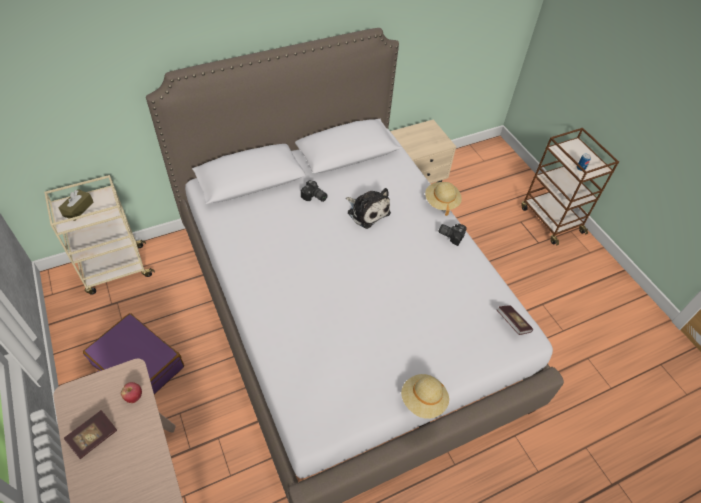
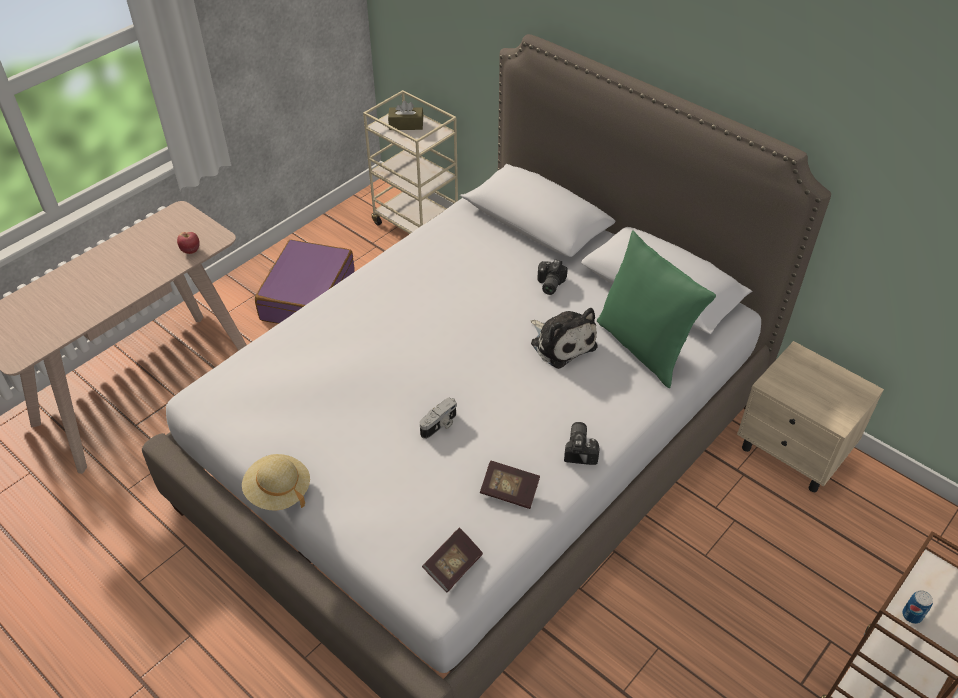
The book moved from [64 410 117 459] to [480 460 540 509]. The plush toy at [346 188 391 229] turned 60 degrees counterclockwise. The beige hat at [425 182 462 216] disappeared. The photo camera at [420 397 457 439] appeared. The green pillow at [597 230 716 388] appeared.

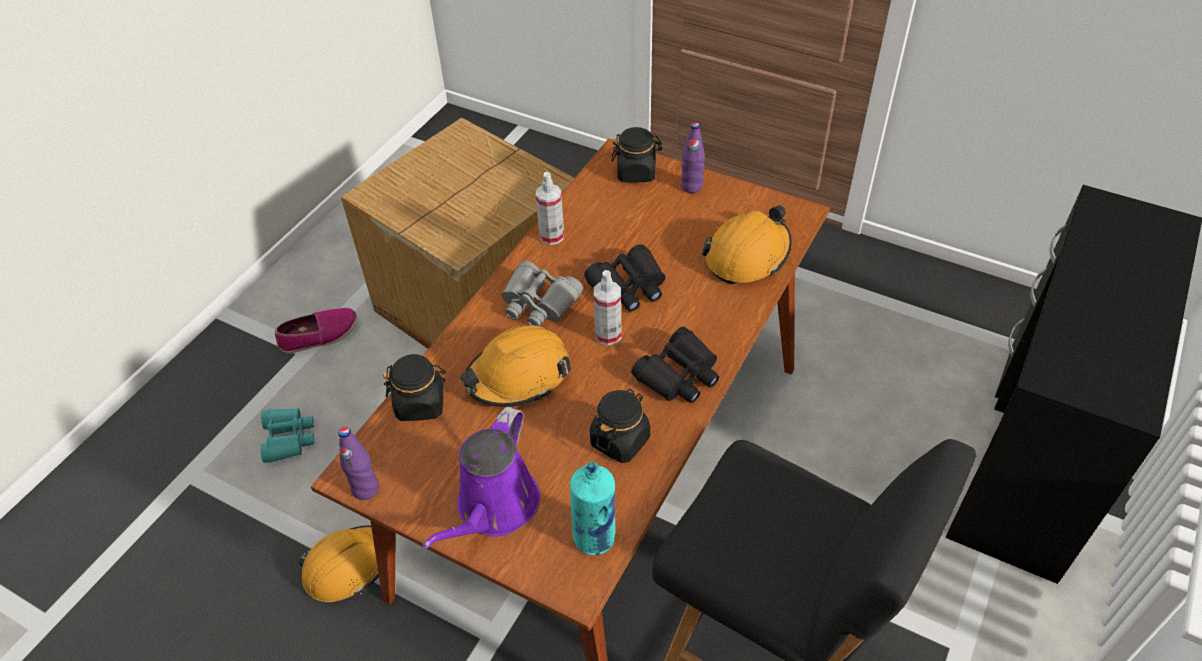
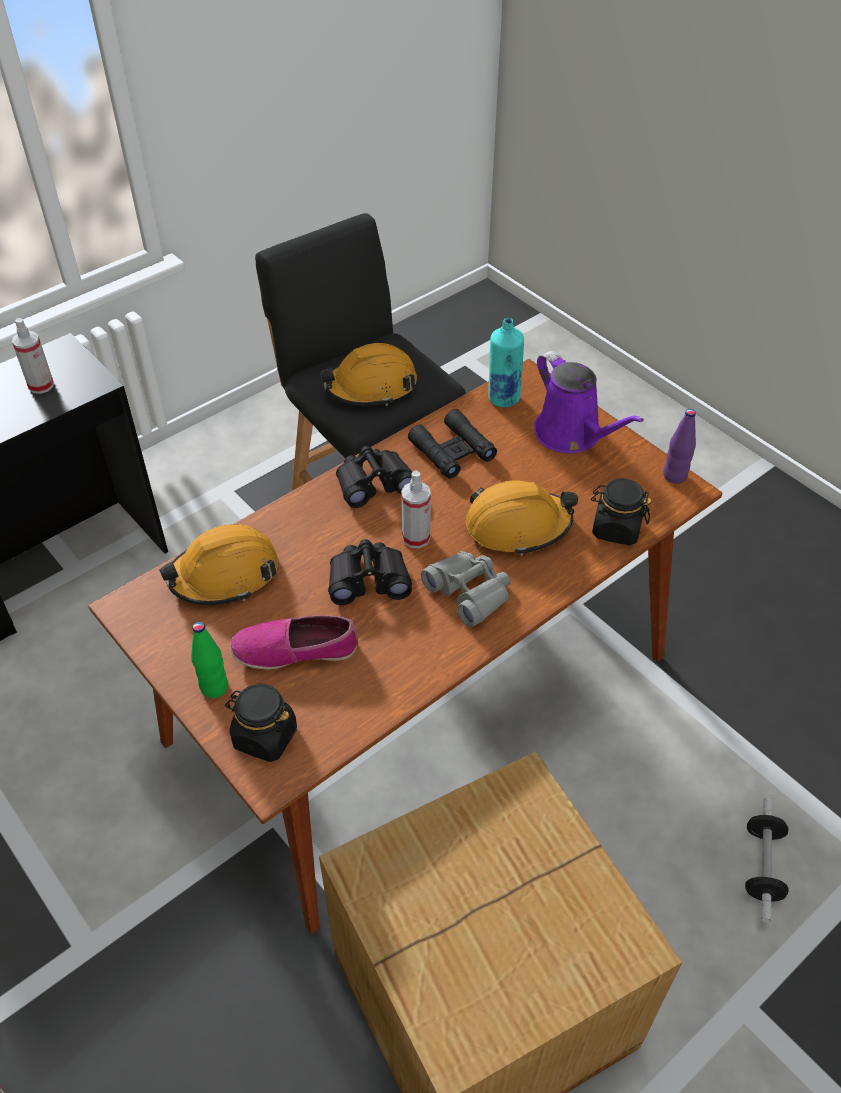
The turquoise binoculars at [261 408 315 463] was replaced by the dumbbell at [745 797 789 923]. The shoe moved from [274 308 357 354] to [230 616 359 670]. The orange hard hat moved from [299 525 379 602] to [320 343 417 406]. The purple watering can at [422 407 540 549] turned 105 degrees clockwise. The spray bottle moved from [536 172 564 245] to [12 318 54 394]. The black jar at [590 389 650 463] was replaced by the black binoculars at [408 409 497 479]. The purple bottle at [681 122 705 193] became the green bottle at [191 622 228 698].

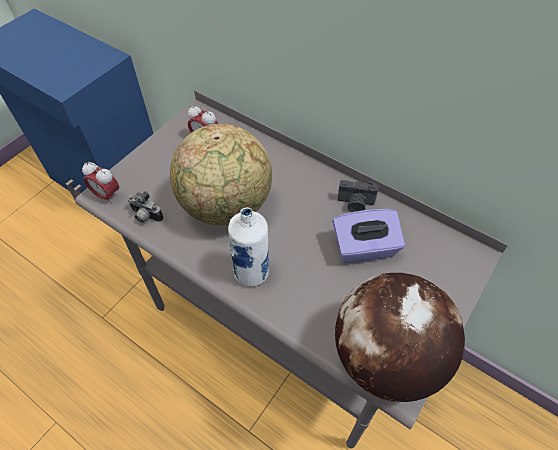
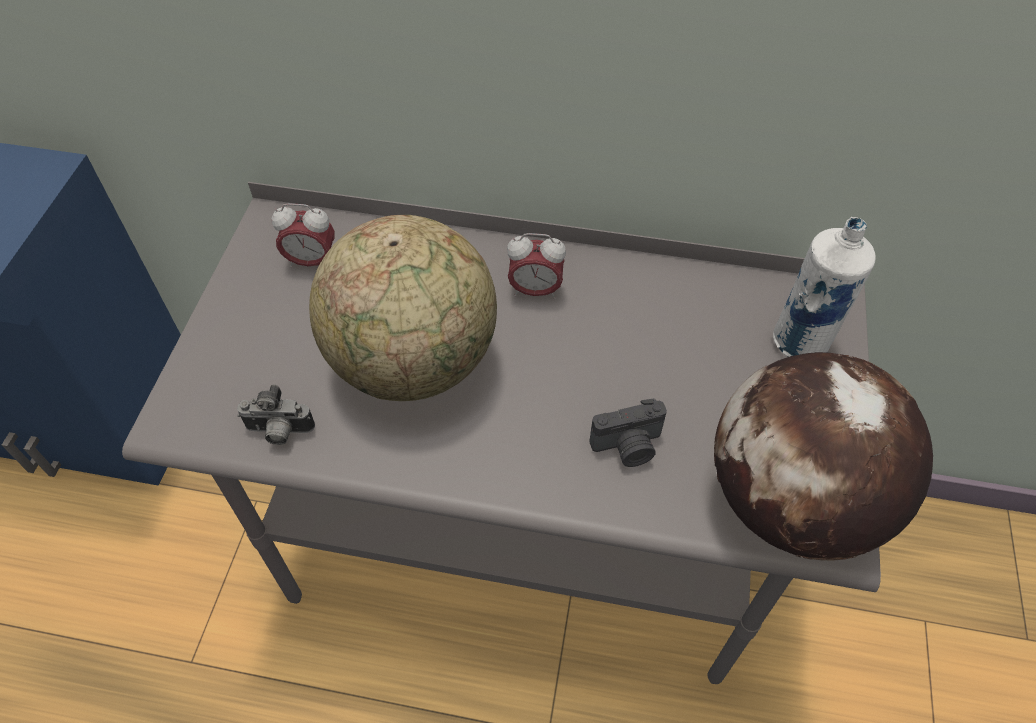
The alarm clock moved from [82 162 119 204] to [507 233 566 299]. The white bottle moved from [228 207 269 286] to [773 217 876 357]. The purple tissue box at [332 209 405 263] disappeared. The photo camera moved from [338 180 378 212] to [590 399 667 467].

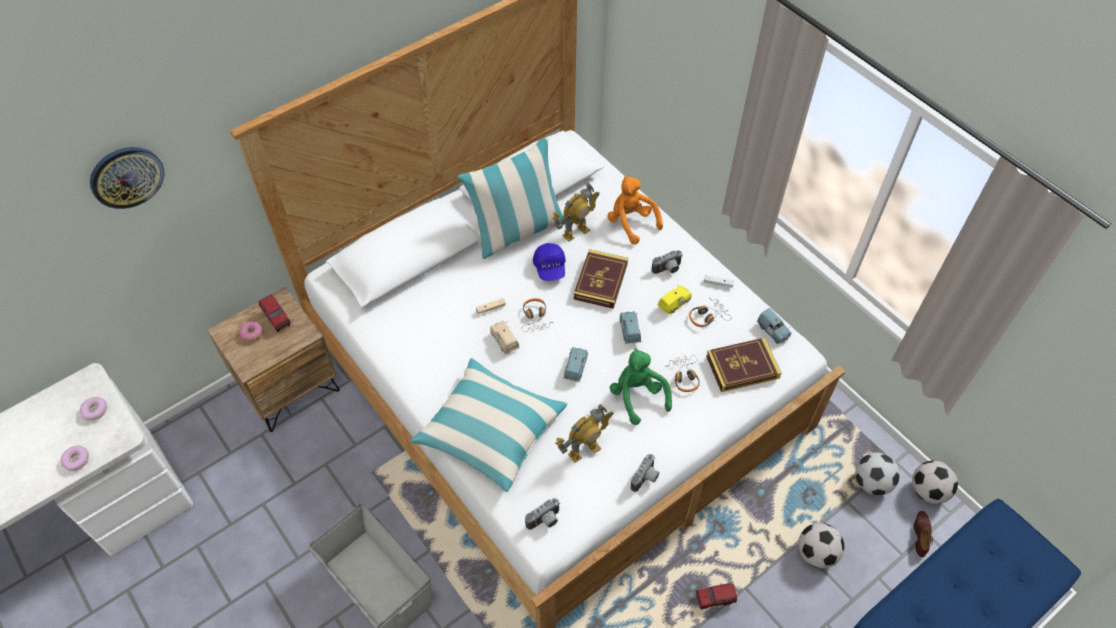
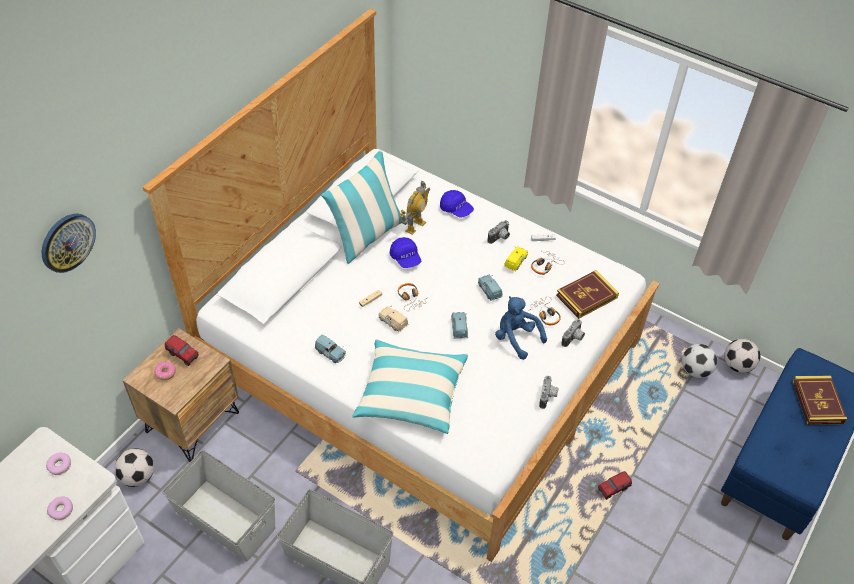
The photo camera moved from [525 498 560 530] to [562 319 585 347]. The toy robot at [555 404 614 463] disappeared. The book moved from [574 249 628 309] to [793 375 847 425]. The orange plush toy at [607 176 663 245] was replaced by the blue cap at [440 190 474 218]. The green plush toy at [610 348 672 425] became the blue plush toy at [495 296 547 360]. The blue toy car moved from [757 308 791 344] to [315 334 346 363]. The football moved from [798 523 844 568] to [115 448 154 487]. The brown shoe at [914 511 933 557] disappeared. The grey storage box at [162 450 275 562] appeared.

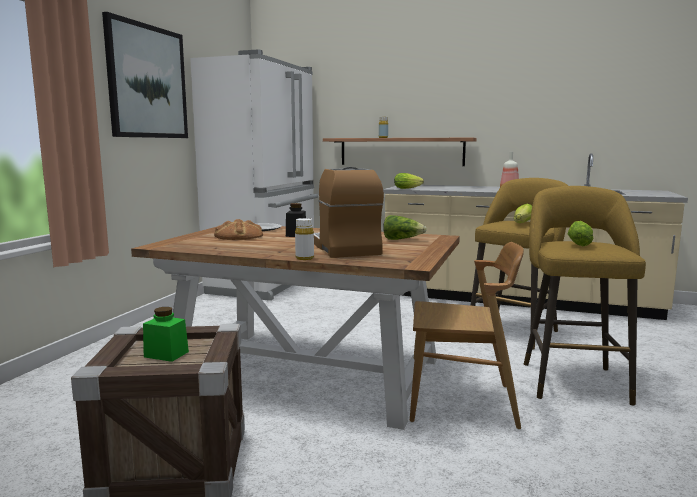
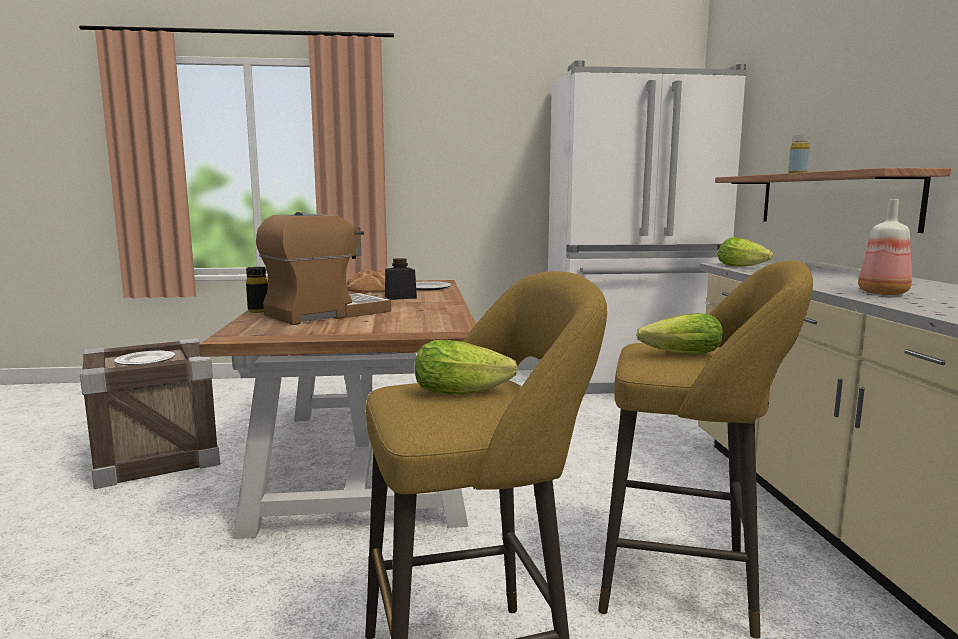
The picture at [102 12 188 138] disappeared. The green jar at [143 307 189 362] was replaced by the plate at [114 351 175 365]. The white bottle at [295 218 314 260] became the black bottle at [246 267 268 313]. The lettuce at [383 215 427 240] disappeared. The brown chair at [410 242 524 429] disappeared.

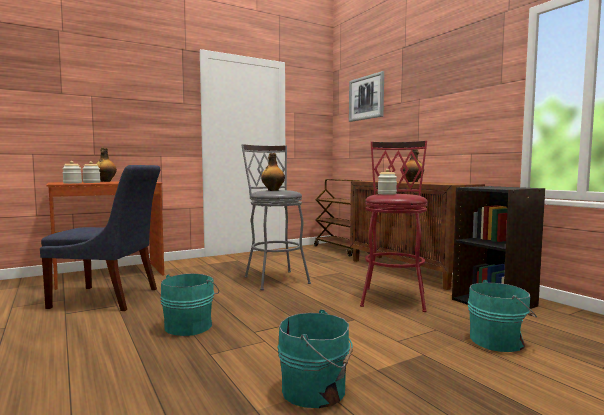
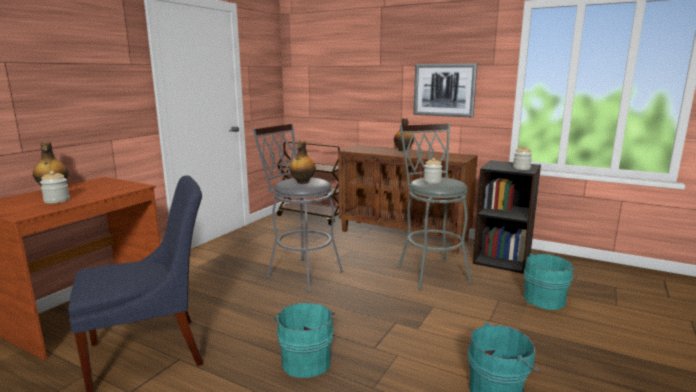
The jar moved from [62 161 82 184] to [513 146 532 170]. The picture moved from [349 71 384 122] to [413 63 477 117]. The red stool at [360 141 428 312] became the grey stool at [398 124 472 290].

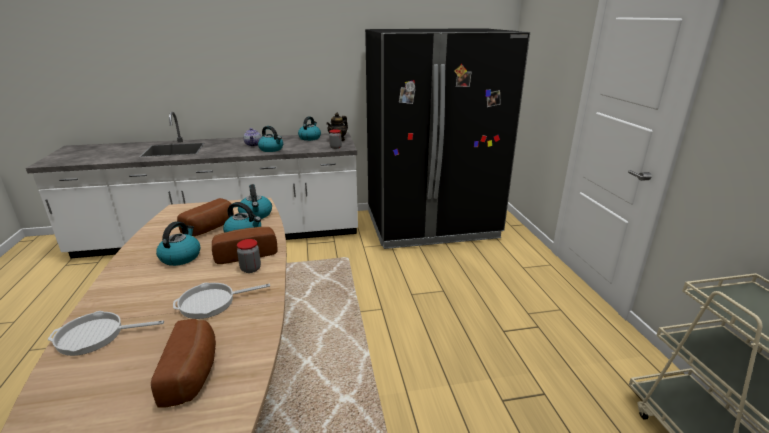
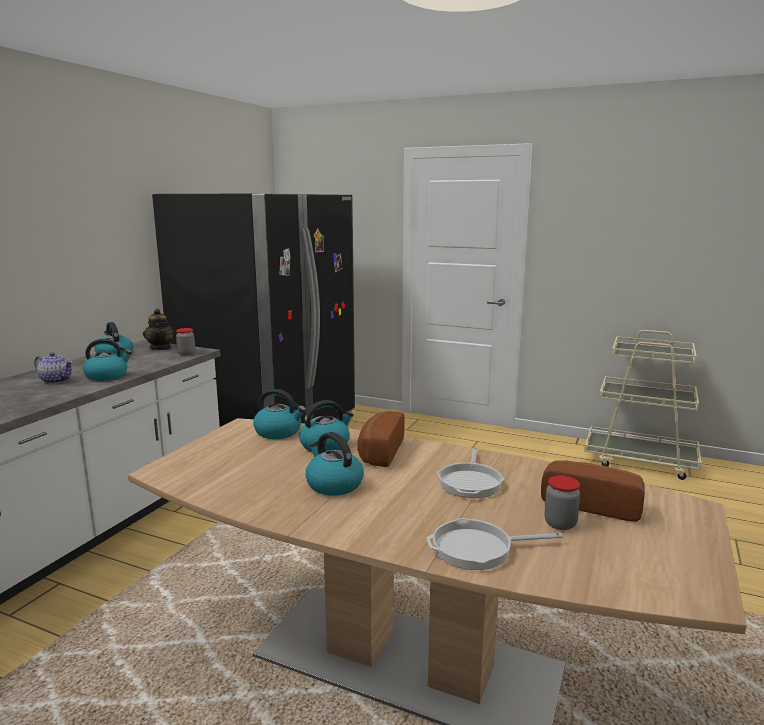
The frying pan at [48 311 164 356] turned 60 degrees clockwise. The bread at [177 198 234 236] disappeared. The jar moved from [237 239 261 273] to [544 475 580 530].

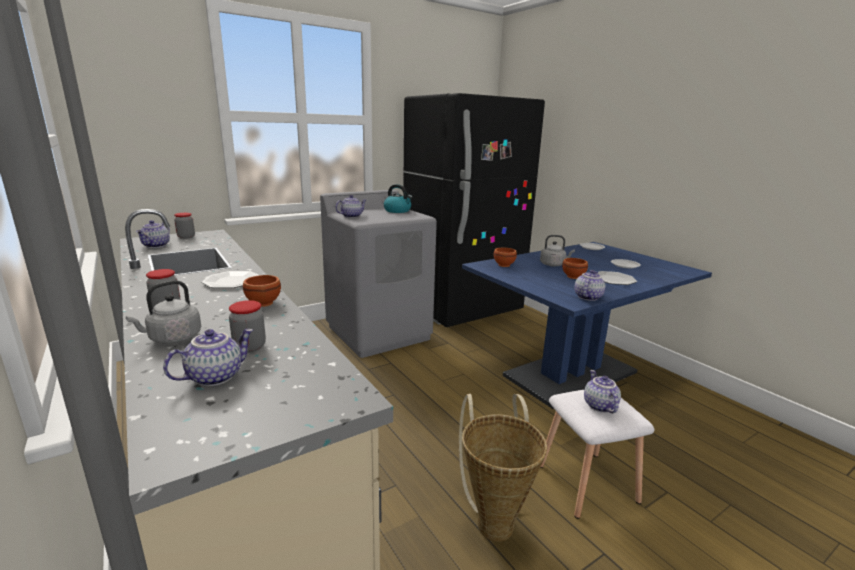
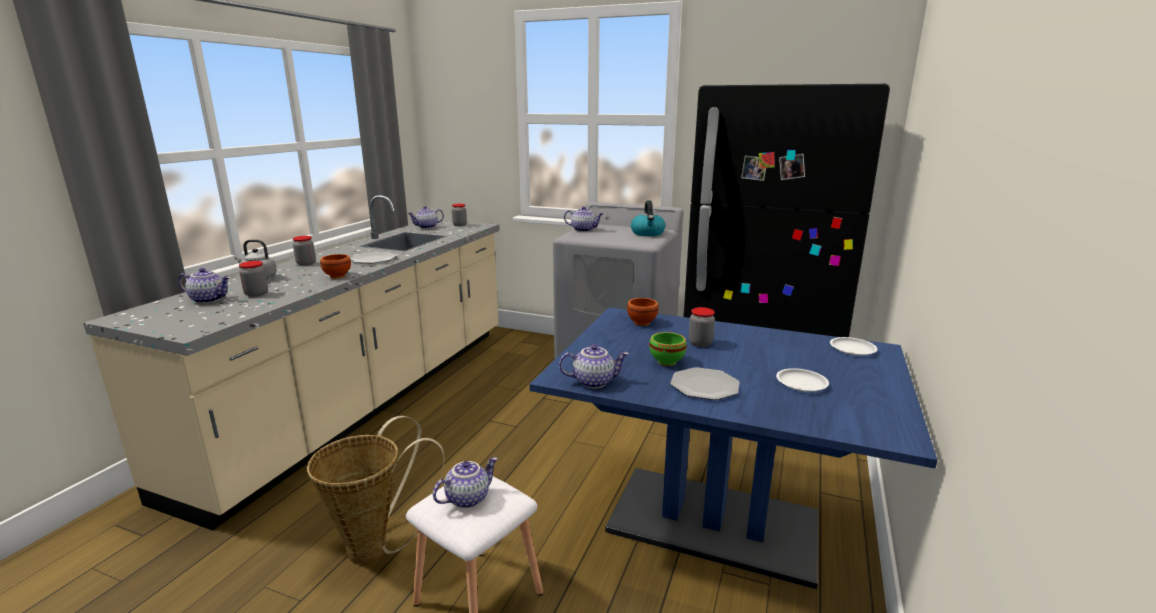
The grey kettle at [540 235 575 267] was replaced by the jar at [689 307 715 347]. The brown bowl at [562 258 588 279] became the green bowl at [649 332 687 366].

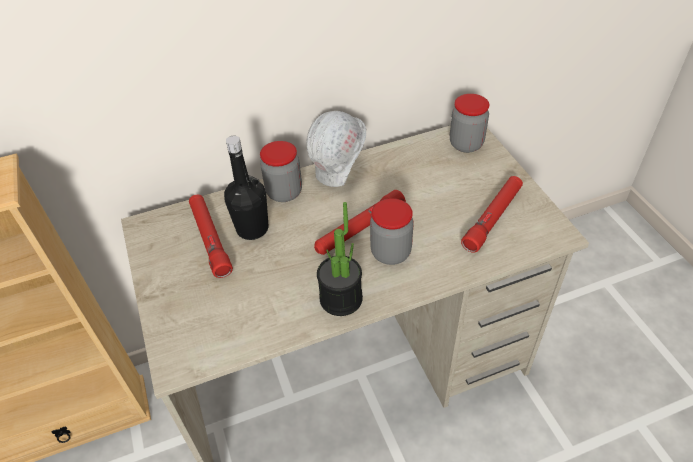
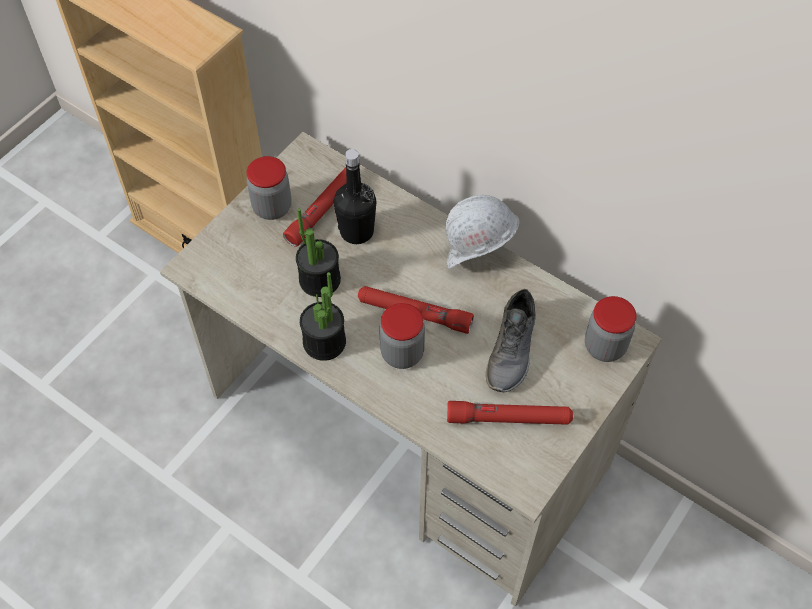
The jar moved from [260 141 302 202] to [247 156 292 220]. The potted plant at [296 208 341 297] appeared. The grey shoe at [486 289 536 392] appeared.

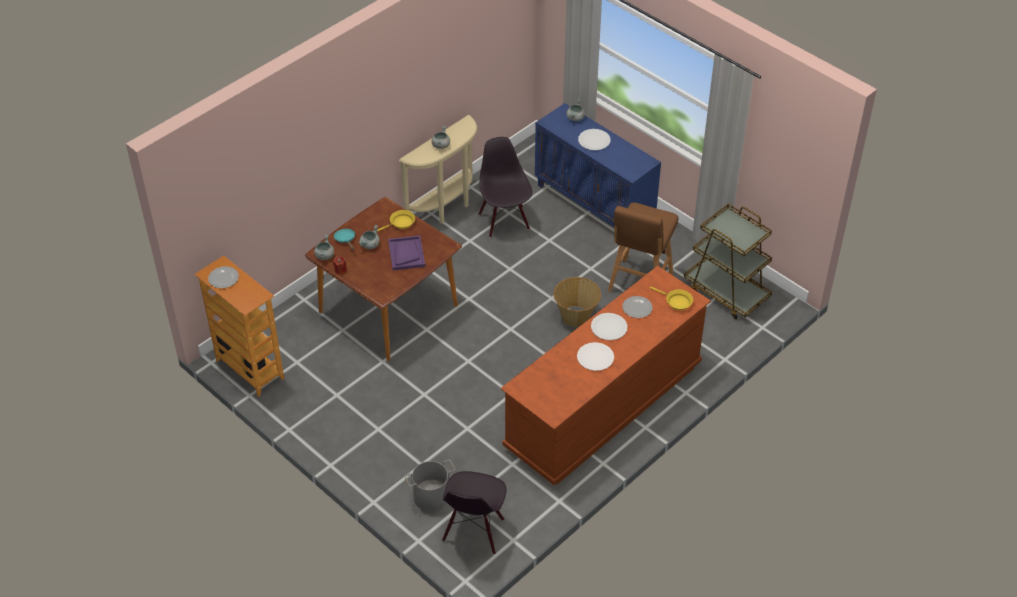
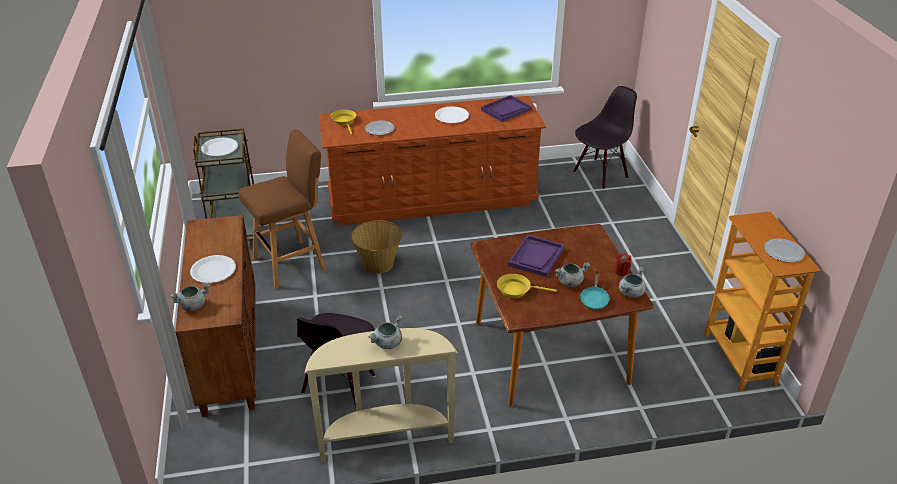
The grey bucket at [405 460 455 511] disappeared. The blue cabinet at [535 103 661 227] became the brown cabinet at [175 215 256 417]. The white plate moved from [591 313 628 340] to [201 138 238 156]. The purple tray at [481 95 532 122] appeared.

